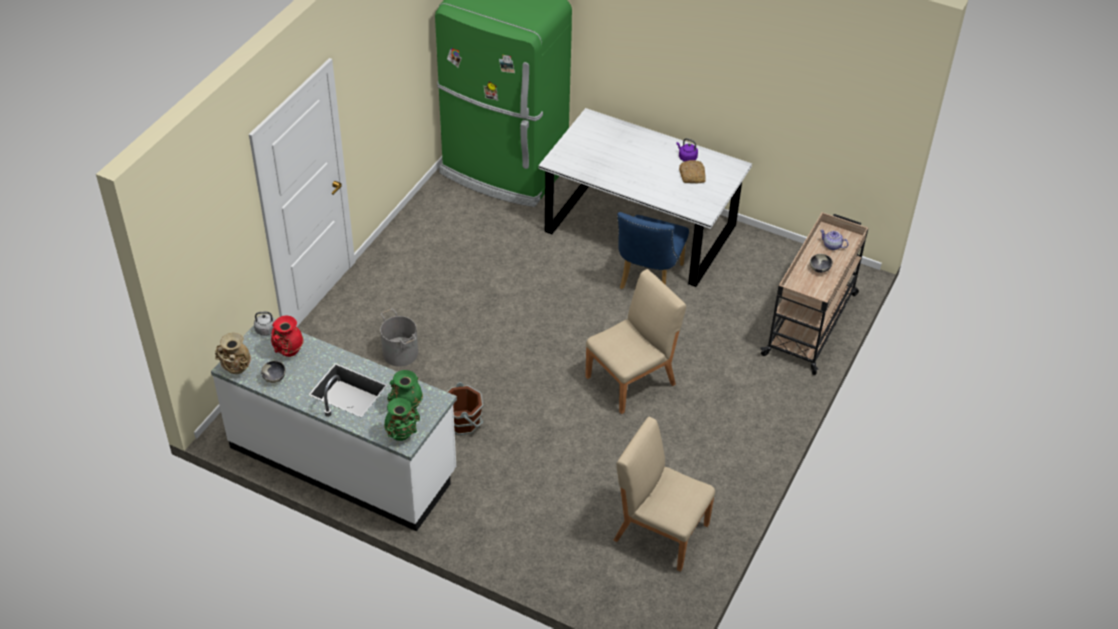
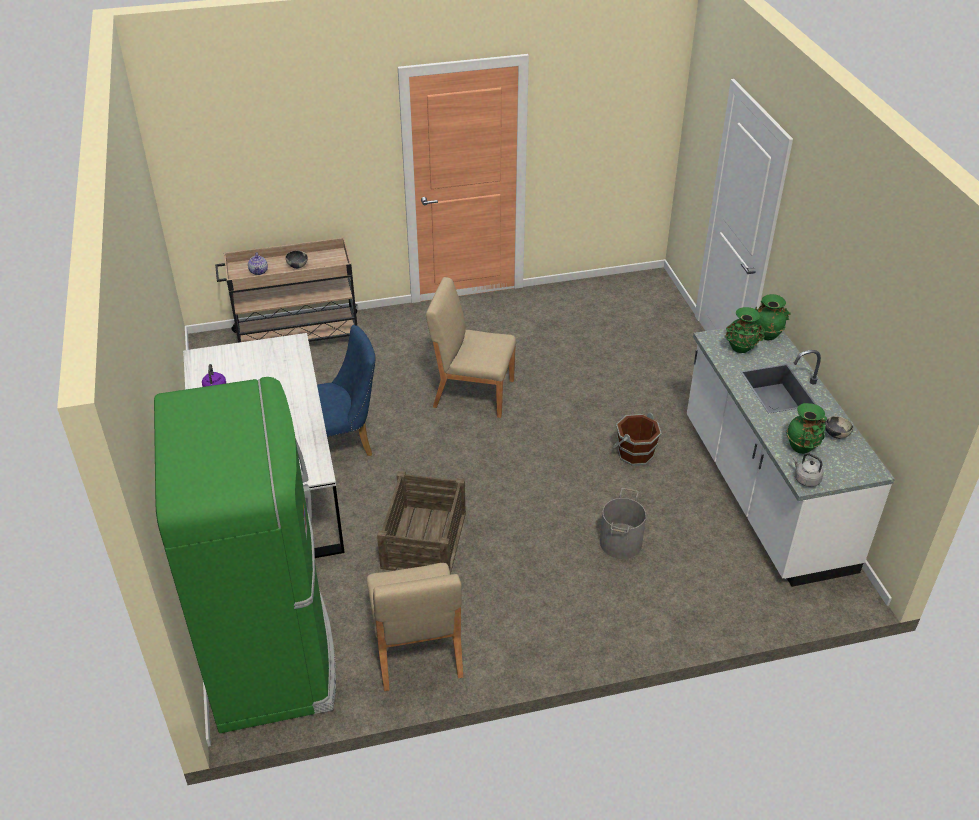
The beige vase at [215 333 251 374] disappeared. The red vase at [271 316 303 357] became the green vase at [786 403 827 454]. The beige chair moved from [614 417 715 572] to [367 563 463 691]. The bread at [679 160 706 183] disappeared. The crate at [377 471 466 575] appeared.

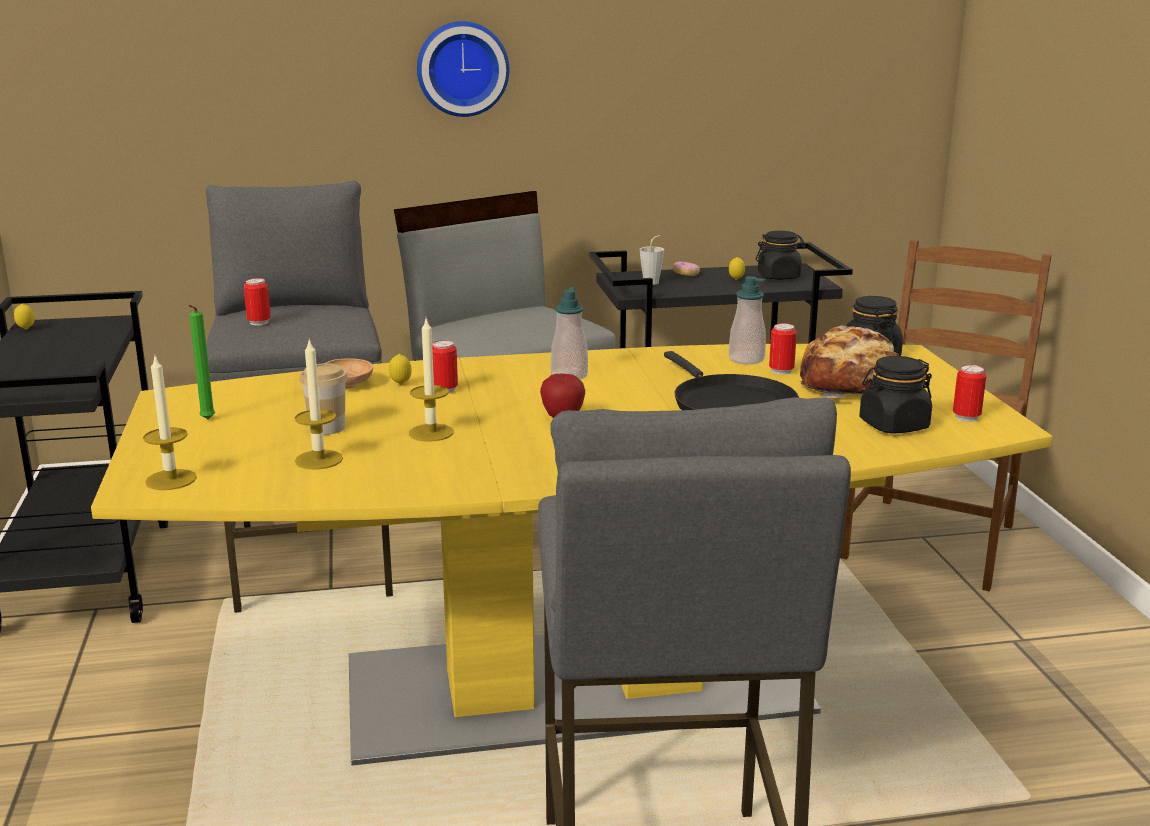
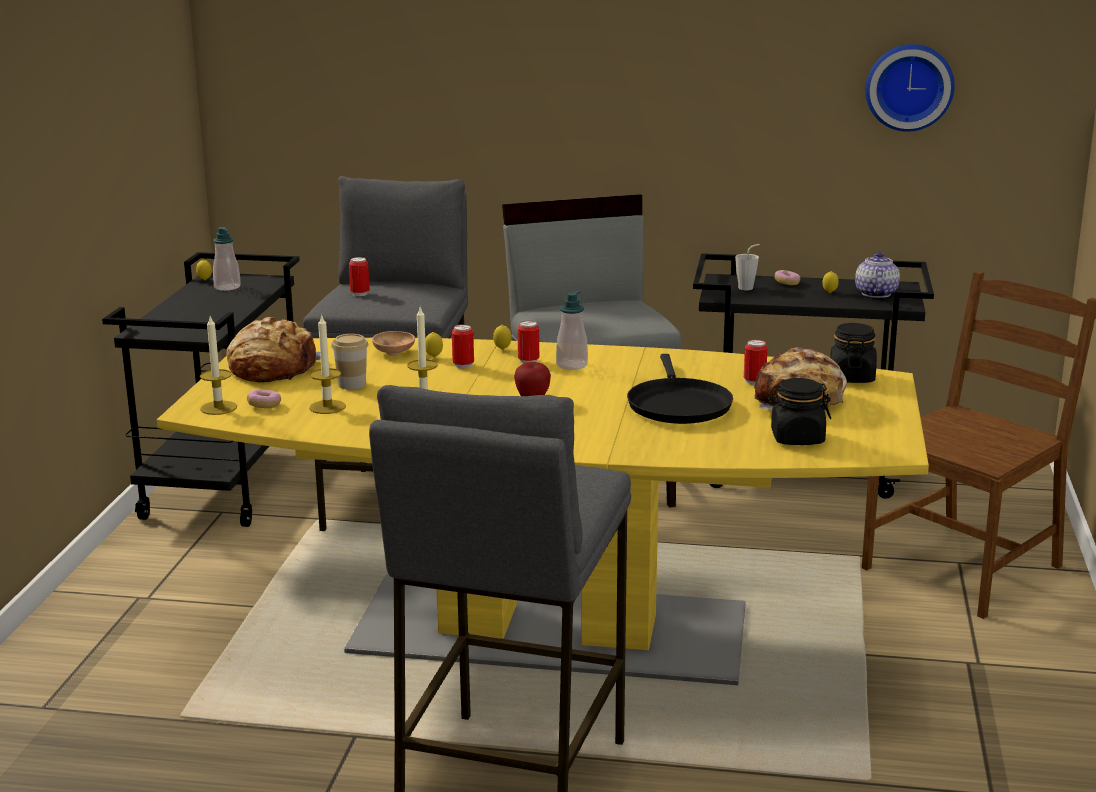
The green candle at [188 305 215 419] was replaced by the bread at [227 317 321 382]. The wall clock moved from [417 21 509 117] to [865 44 955 132]. The soap dispenser moved from [729 276 766 364] to [213 227 241 291]. The black jar at [756 231 806 280] was replaced by the teapot at [855 252 900 298]. The can moved from [953 365 987 422] to [518 321 539 364]. The donut at [247 389 281 408] appeared. The lemon at [493 325 512 350] appeared.

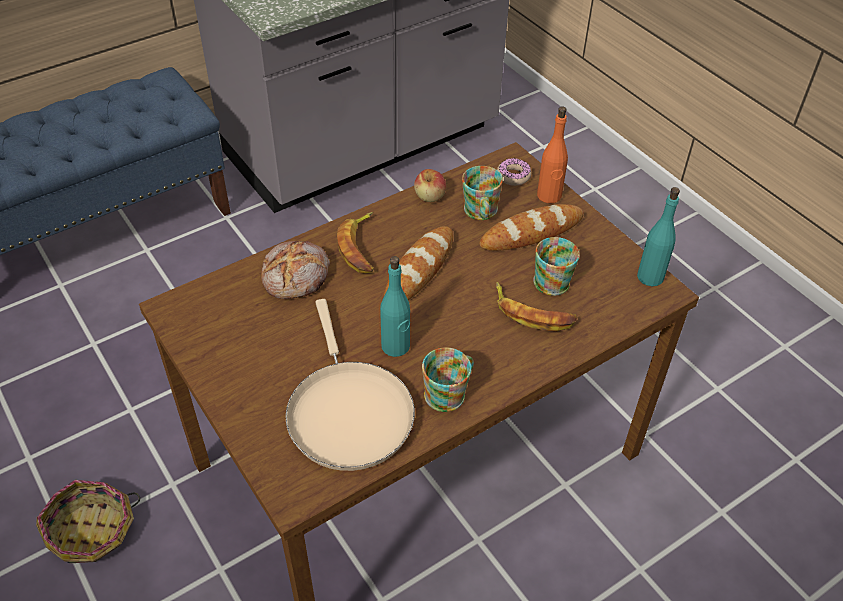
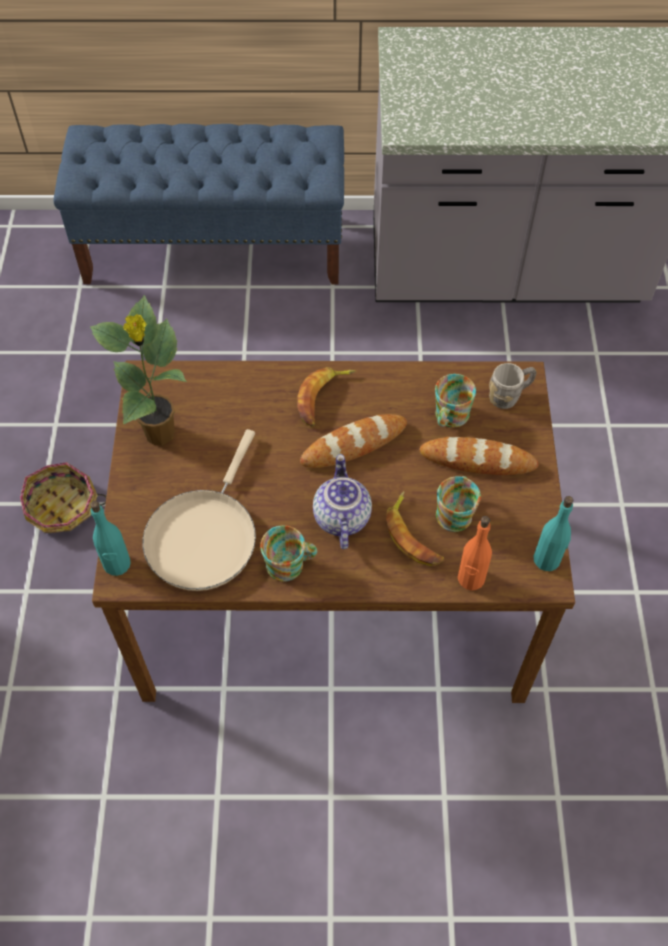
The bread at [261 241 330 299] disappeared. The turquoise bottle moved from [380 256 410 357] to [90 501 131 576]. The apple at [414 169 446 202] disappeared. The donut at [497 158 531 186] was replaced by the grey mug at [489 363 537 409]. The orange bottle moved from [537 106 568 203] to [457 516 492 591]. The potted plant at [90 295 187 446] appeared. The teapot at [313 454 372 549] appeared.

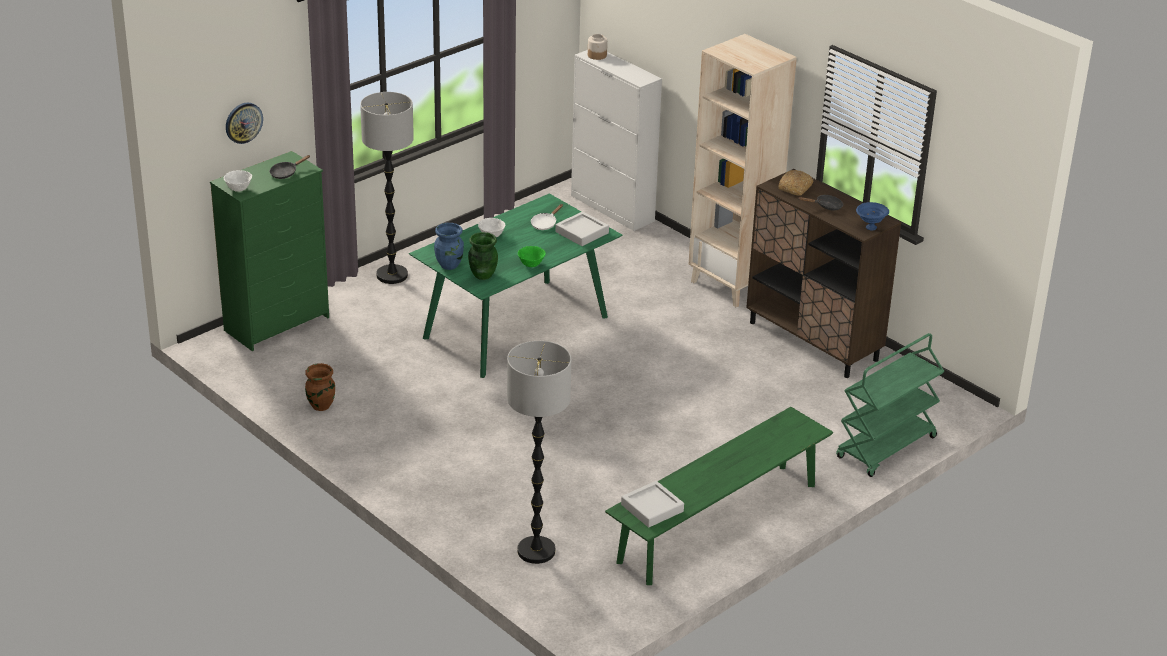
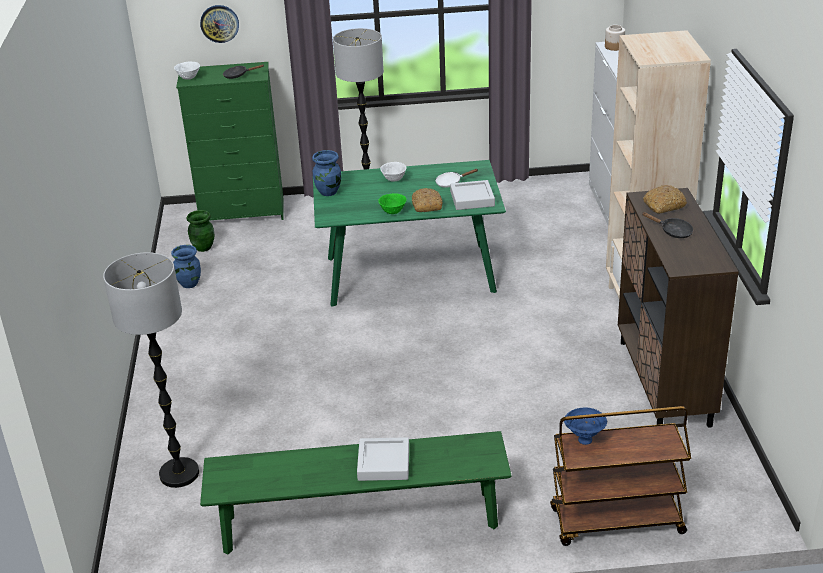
The brown vase at [305 363 335 411] became the blue vase at [171 245 201 288]. The green vase moved from [468 232 498 280] to [186 210 214 252]. The grey tray moved from [621 481 684 528] to [357 437 409 481]. The green cart at [836 333 944 477] became the brown cart at [550 406 691 546]. The blue bowl moved from [856 202 889 230] to [564 407 607 445]. The bread at [412 188 443 212] appeared.

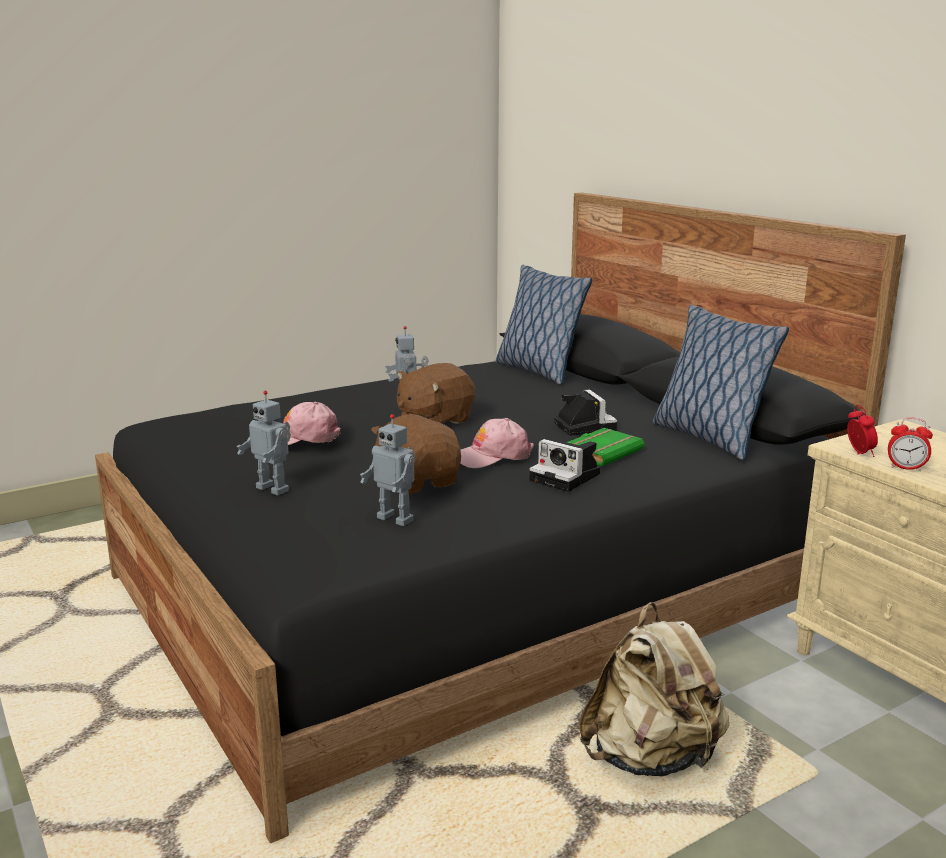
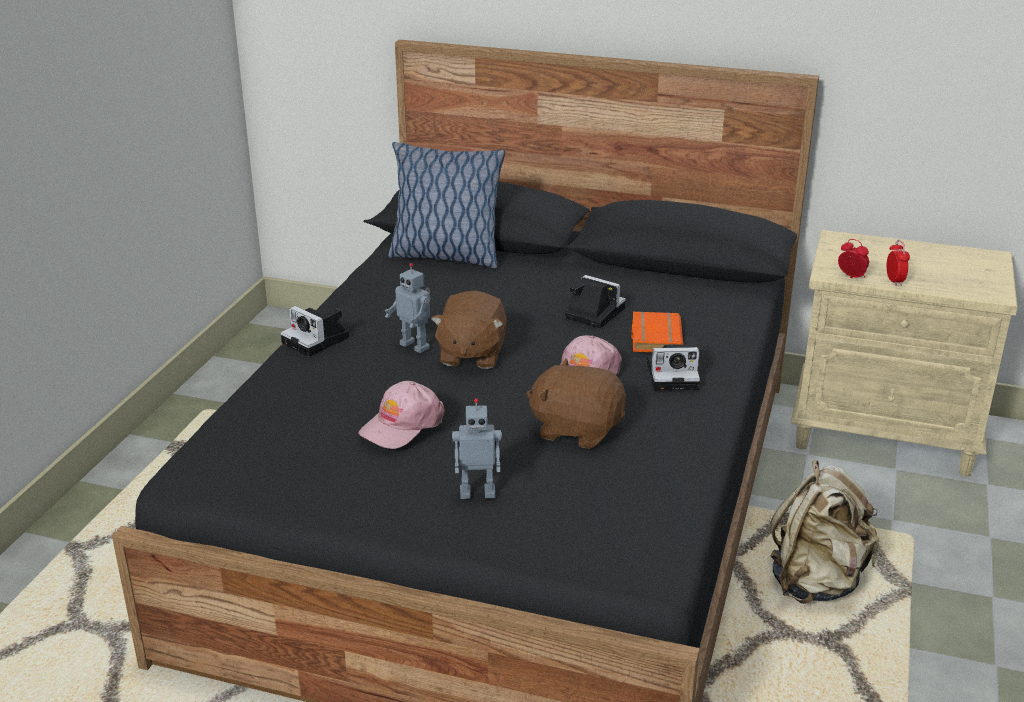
The toy robot at [360 414 415 526] disappeared. The green book at [567 428 644 466] became the orange book at [631 312 683 352]. The pillow at [653 305 789 460] disappeared. The alarm clock at [888 417 933 471] turned 75 degrees counterclockwise. The photo camera at [280 306 349 356] appeared.

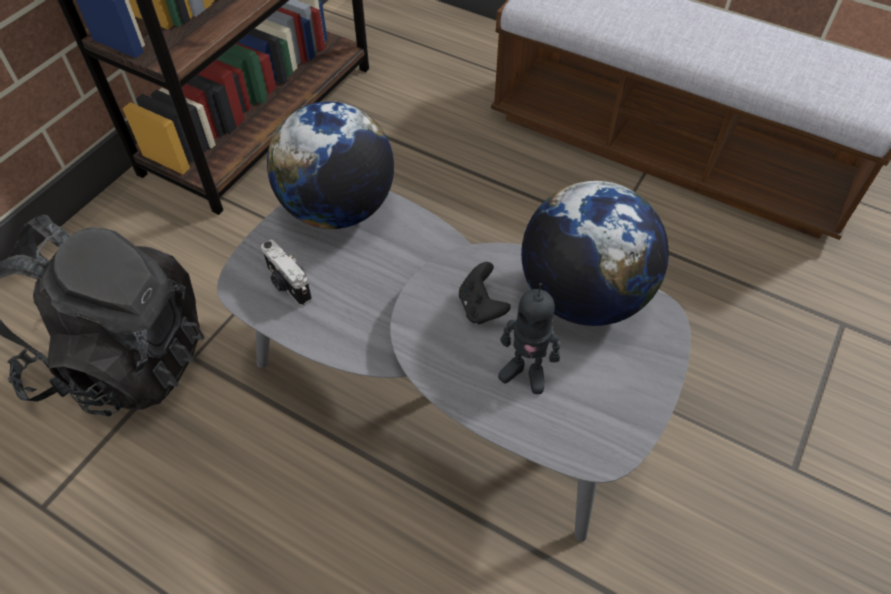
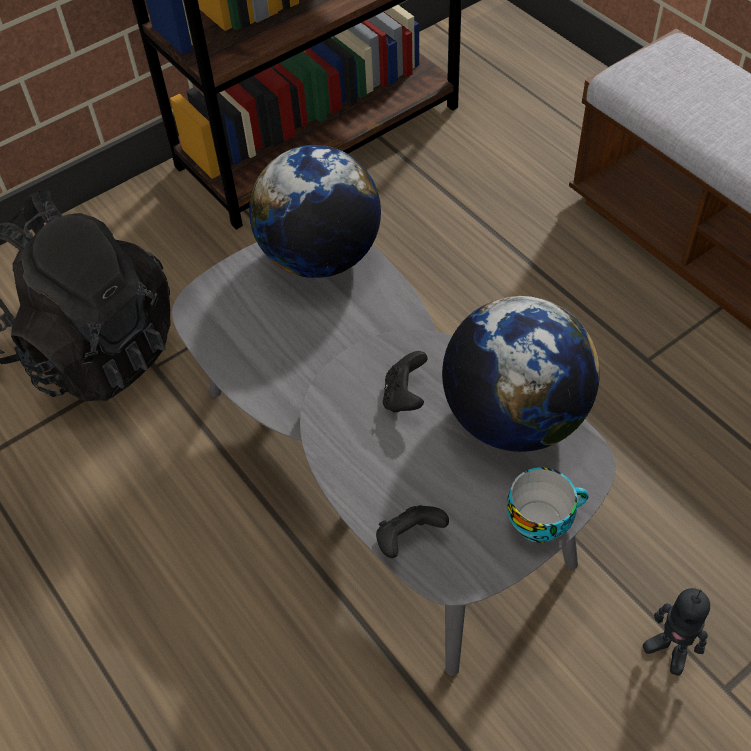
The photo camera at [261 240 312 306] disappeared. The toy robot moved from [498 283 560 394] to [643 588 710 675]. The black game controller at [376 505 449 558] appeared. The cup at [507 467 589 543] appeared.

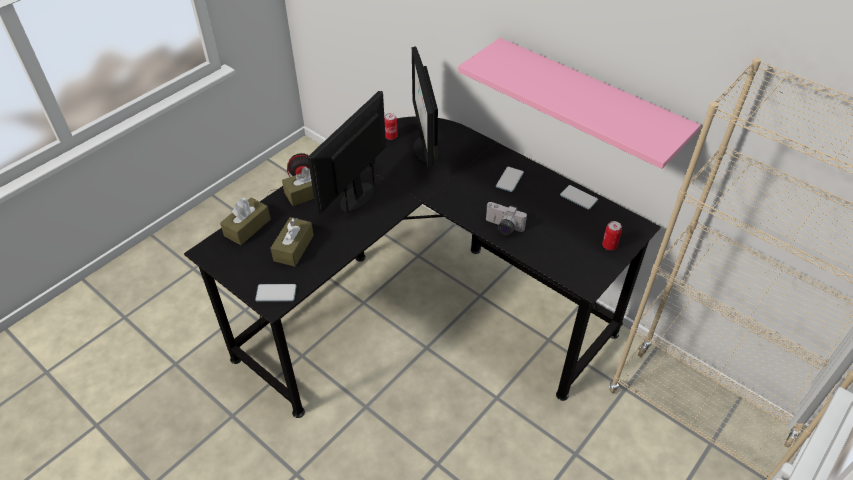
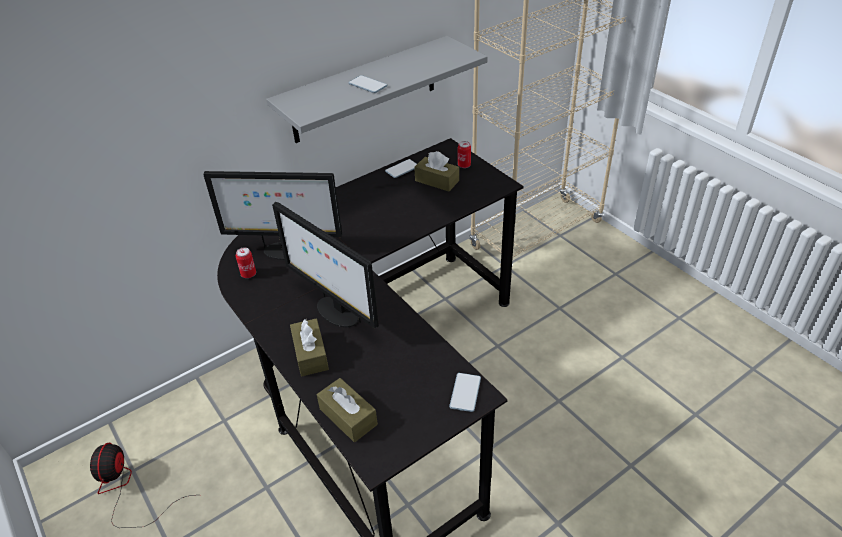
The brown tissue box moved from [271 217 314 266] to [414 151 459 192]. The pink shelf at [458 38 701 169] became the grey shelf at [266 36 488 143]. The photo camera at [486 202 527 236] disappeared. The phone moved from [496 167 524 192] to [348 75 387 93].

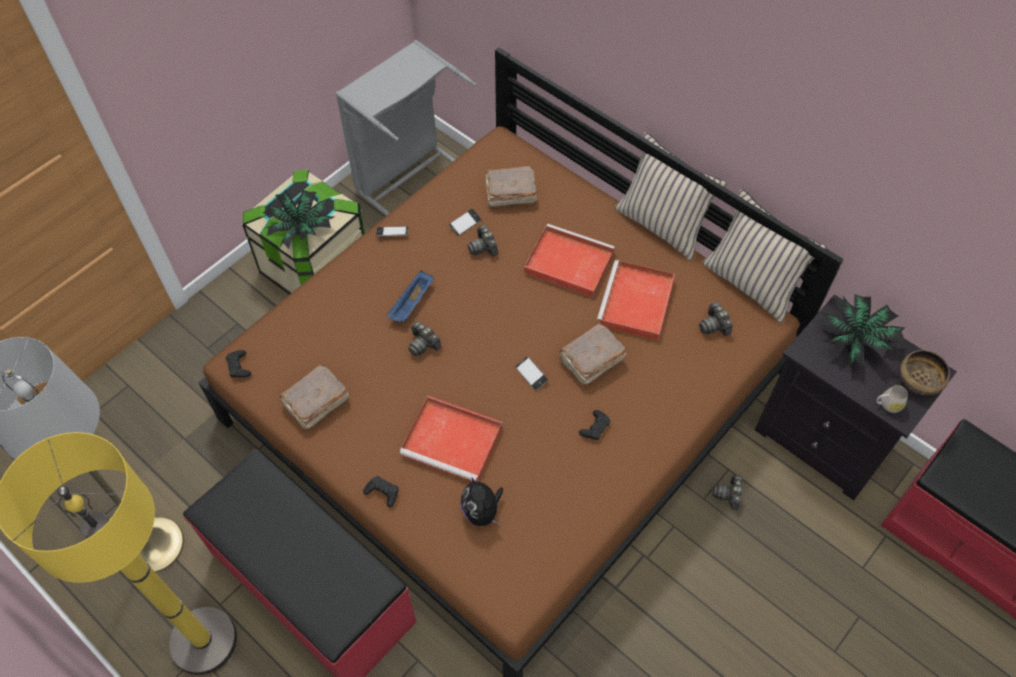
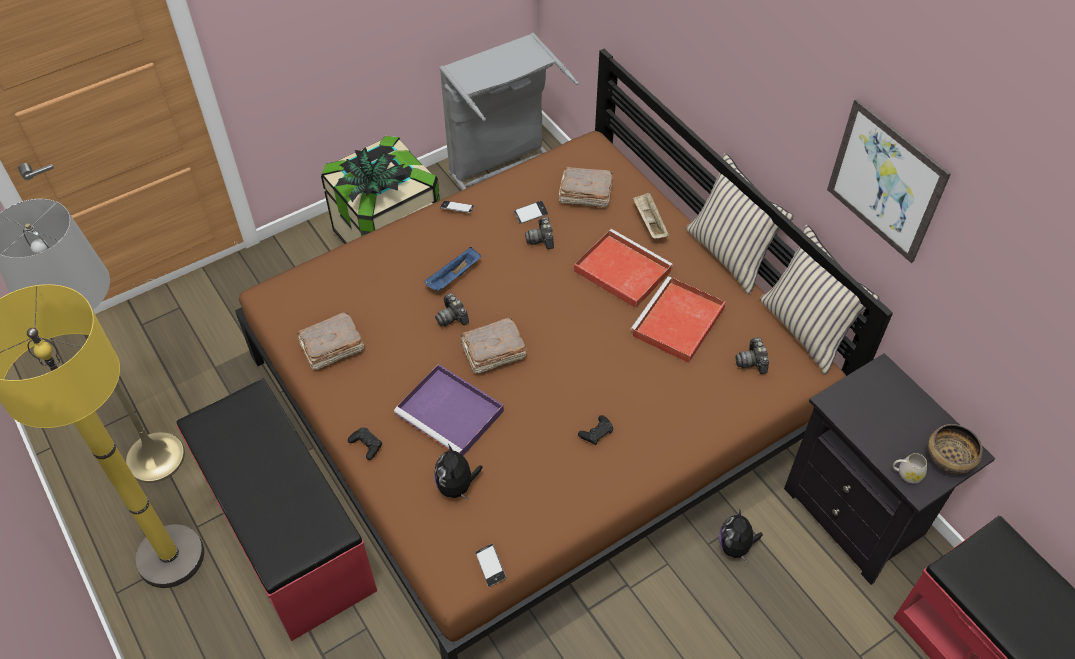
The black game controller at [226 350 251 377] disappeared. The red tray at [400 395 502 482] became the purple tray at [394 364 504 456]. The phone moved from [515 357 548 391] to [476 544 506 587]. The brown book moved from [559 322 627 384] to [460 317 526 373]. The photo camera at [713 474 742 510] was replaced by the plush toy at [719 509 763 562]. The potted plant at [818 294 905 367] disappeared. The beige tray at [633 192 669 239] appeared. The picture at [827 99 951 263] appeared.

